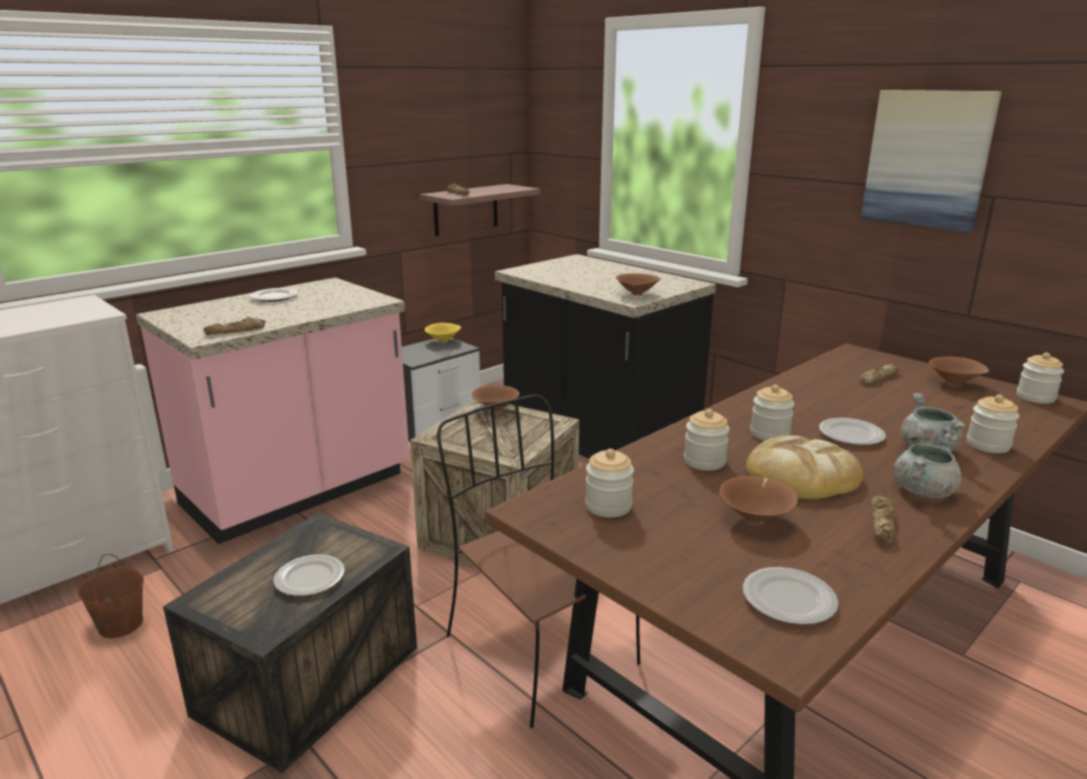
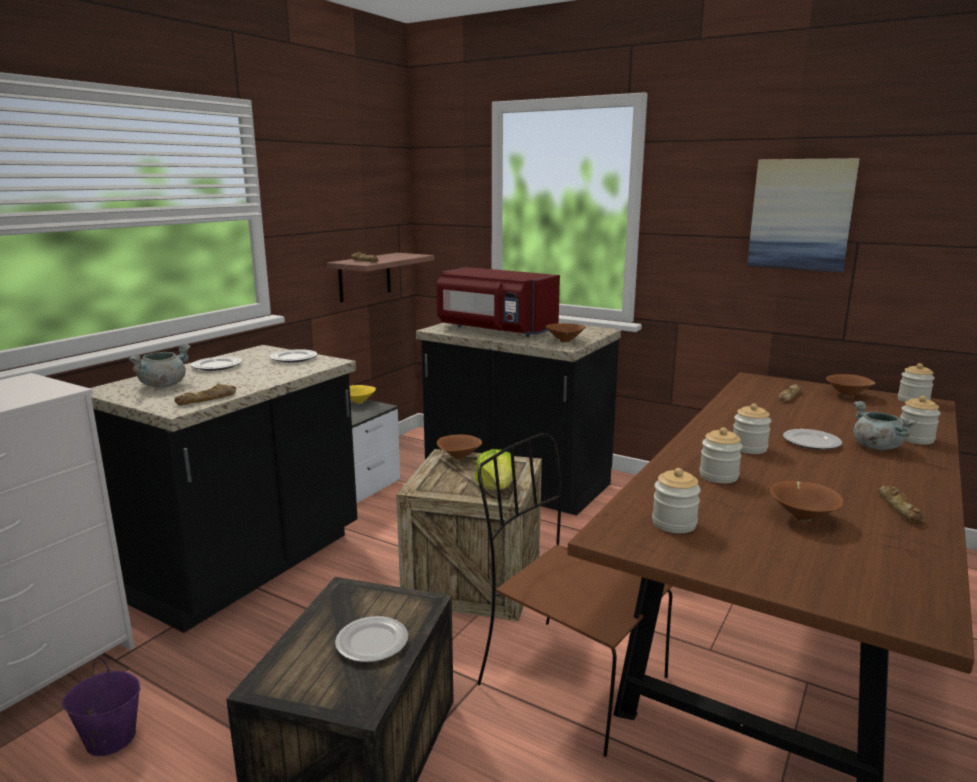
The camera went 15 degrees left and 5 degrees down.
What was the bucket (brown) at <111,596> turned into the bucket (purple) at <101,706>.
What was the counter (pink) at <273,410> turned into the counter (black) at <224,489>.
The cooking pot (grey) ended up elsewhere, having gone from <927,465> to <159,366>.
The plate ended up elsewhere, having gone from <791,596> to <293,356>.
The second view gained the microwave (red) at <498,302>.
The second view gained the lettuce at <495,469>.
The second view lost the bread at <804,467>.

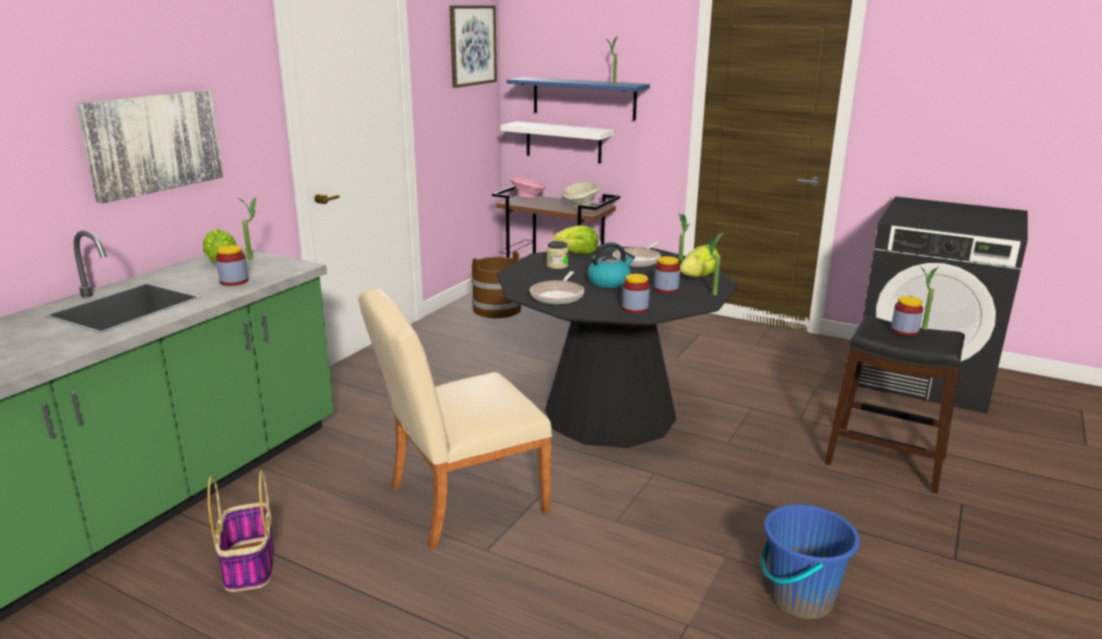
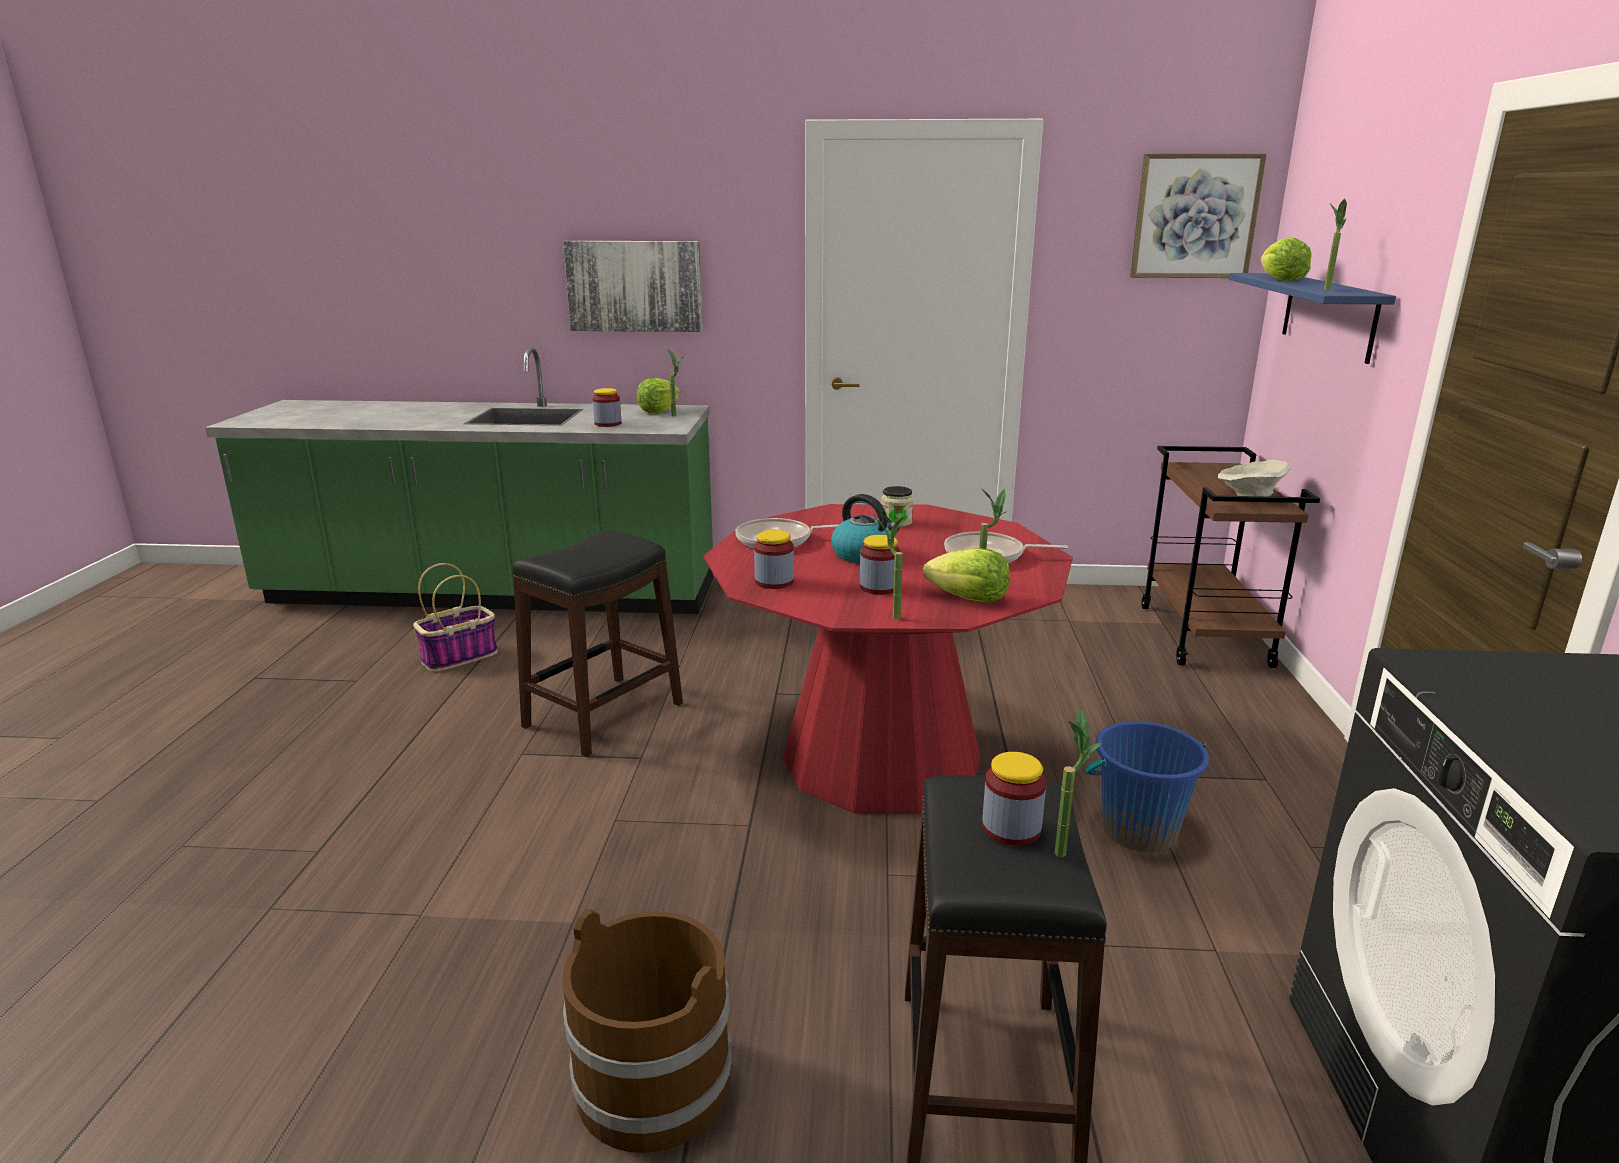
The camera went 65 degrees right and 0 degrees up.
Where the chair (beige) stood at <455,419>, the stool (black) came to stand at <597,643>.
The bucket (brown) ended up elsewhere, having gone from <496,284> to <647,1031>.
What was the dining table (black) at <617,347> turned into the dining table (red) at <888,659>.
The bucket (blue) ended up elsewhere, having gone from <810,561> to <1147,786>.
The lettuce ended up elsewhere, having gone from <575,240> to <1286,259>.
The second view lost the shelf (white) at <557,142>.
The second view lost the bowl (pink) at <528,188>.

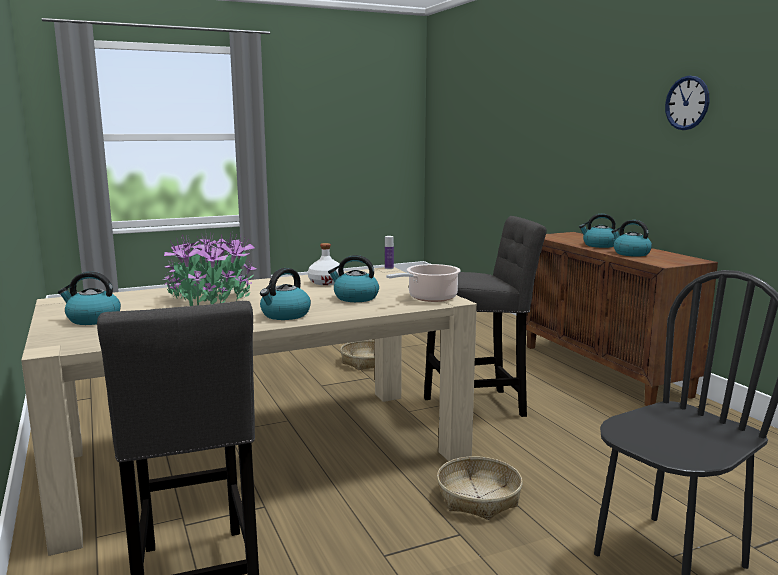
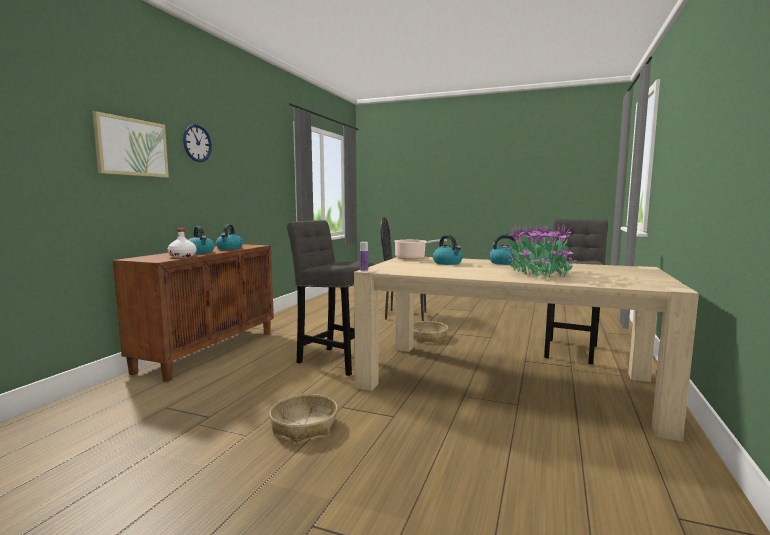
The camera went 135 degrees left and 5 degrees down.
The second view gained the picture at <130,144>.
The bottle (white) ended up elsewhere, having gone from <326,264> to <182,243>.
The second view lost the kettle at <89,298>.

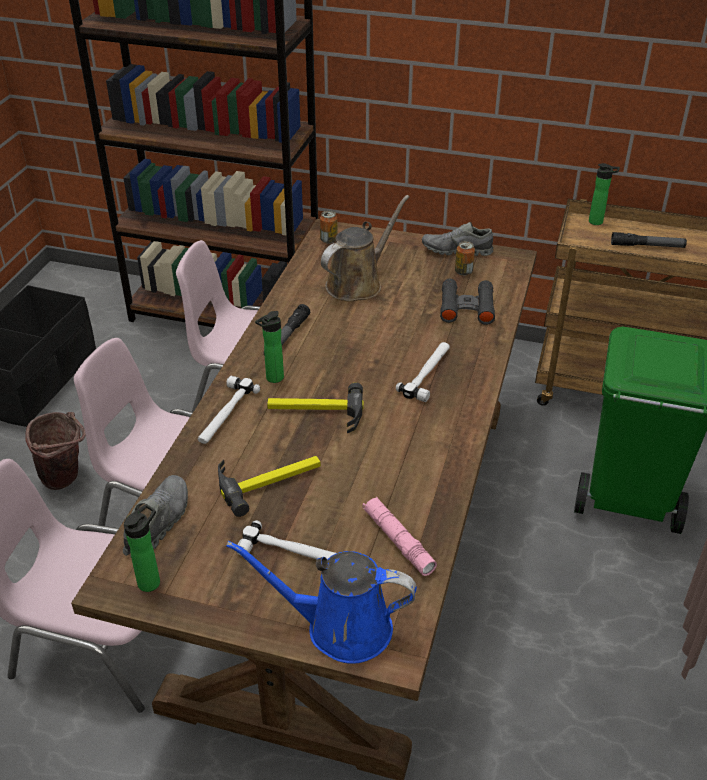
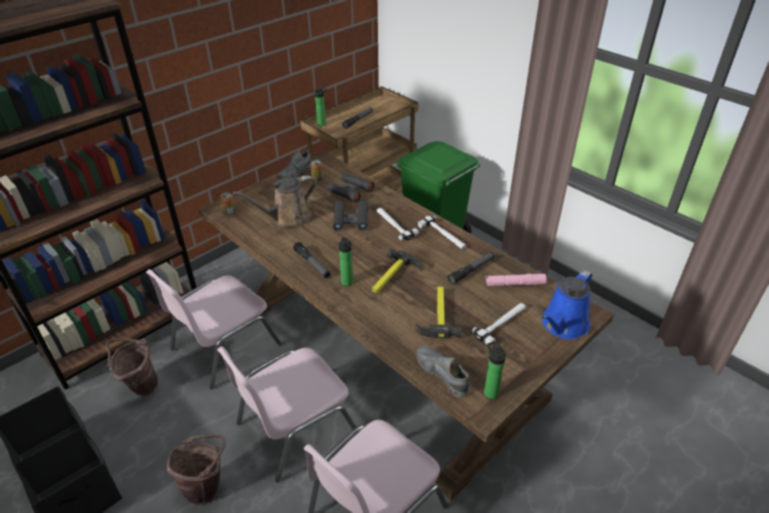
The camera went 60 degrees left and 0 degrees up.
The second view gained the bucket (brown) at <132,367>.
The watering can (brown) at <365,248> ended up facing another way, 105 degrees counterclockwise from before.
The second view gained the binoculars (black) at <351,215>.
The hammer ended up elsewhere, having gone from <229,410> to <442,232>.
The second view gained the flashlight at <471,268>.

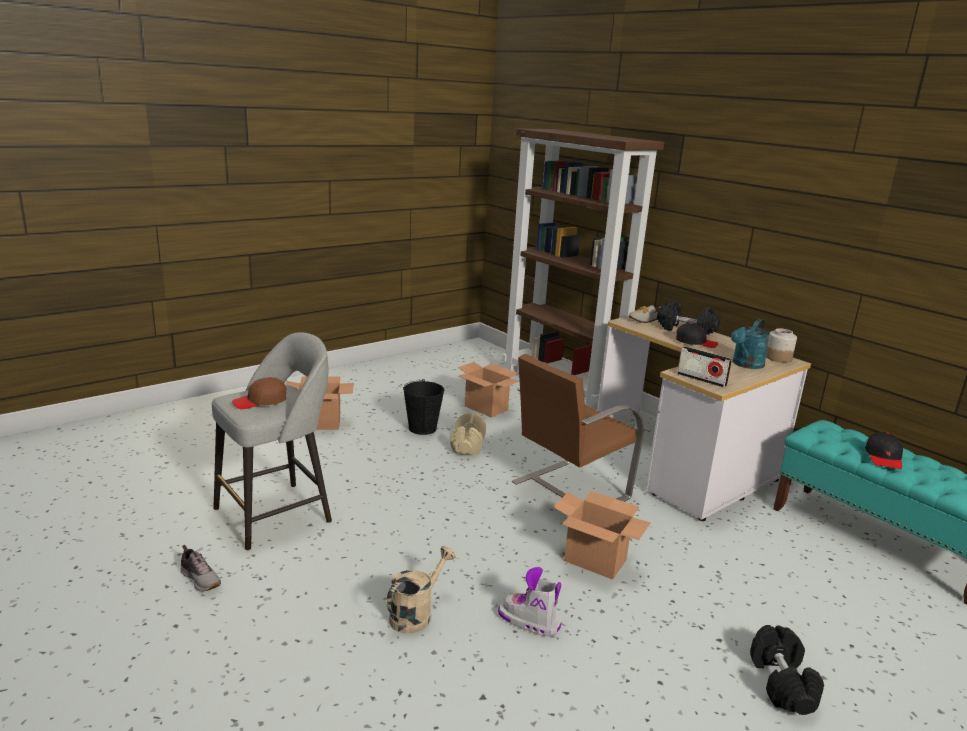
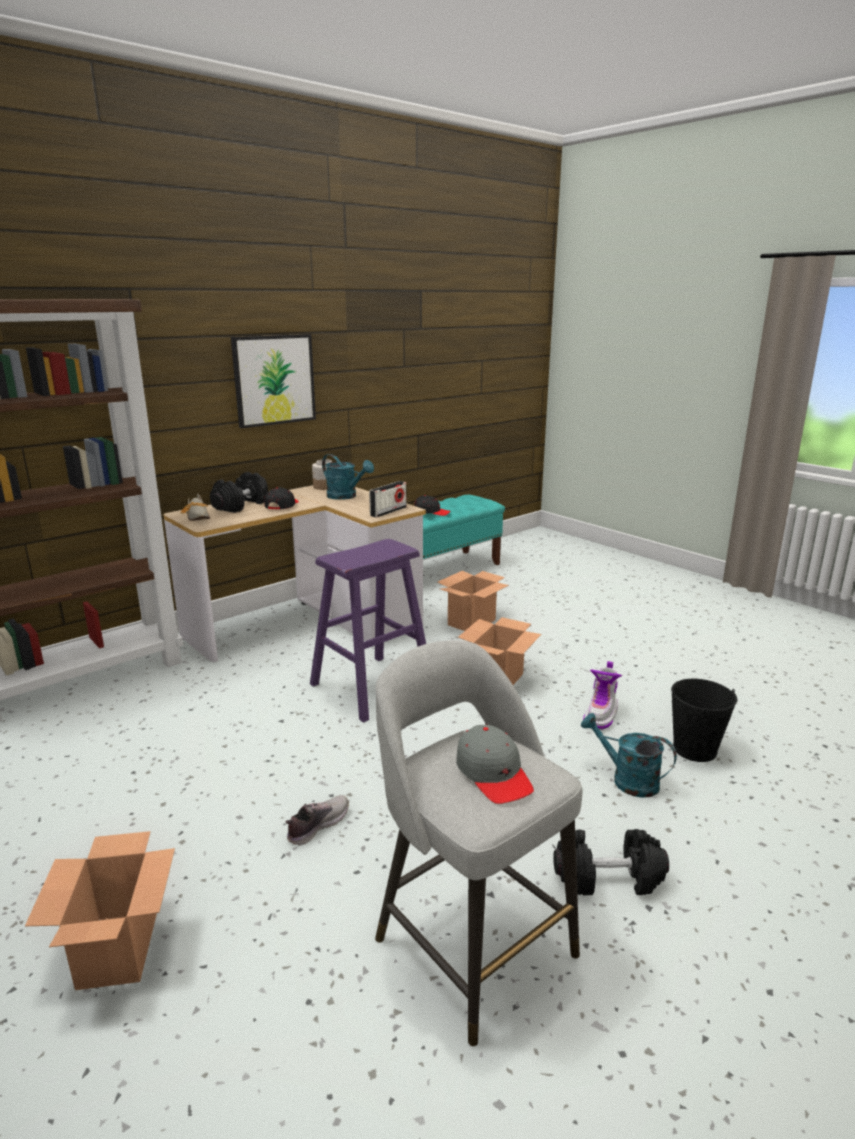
The camera went 90 degrees left and 0 degrees up.
The second view gained the picture at <273,381>.
The shoe ended up elsewhere, having gone from <201,568> to <317,820>.
Where the chair (brown) stood at <578,428>, the stool (purple) came to stand at <368,631>.
The cardboard box ended up elsewhere, having gone from <488,389> to <473,601>.
What was the cap (brown) at <259,393> turned into the cap (grey) at <495,764>.
The dumbbell (black) ended up elsewhere, having gone from <787,670> to <611,862>.
What was the watering can (beige) at <421,590> turned into the watering can (turquoise) at <629,755>.
The bucket (black) ended up elsewhere, having gone from <423,407> to <704,720>.
The second view lost the dumbbell (beige) at <468,433>.

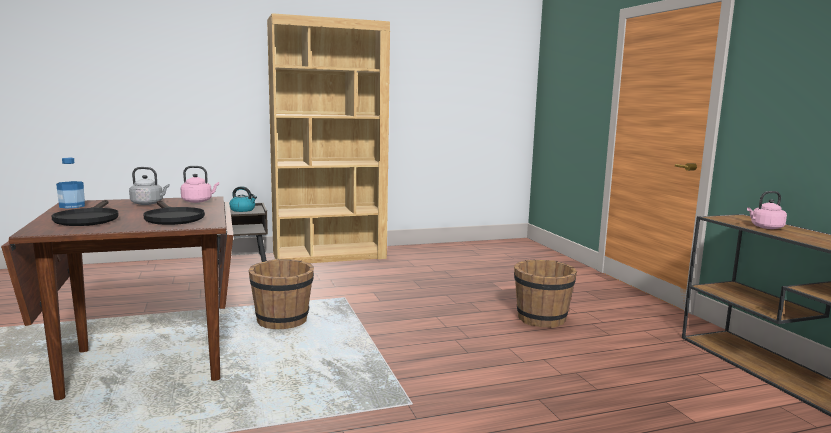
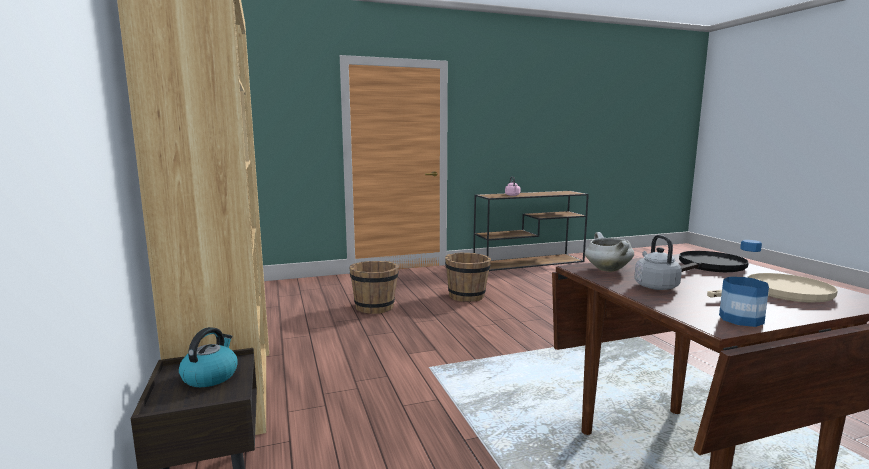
The camera went 90 degrees left and 0 degrees up.
The bucket (brown) ended up elsewhere, having gone from <281,294> to <374,287>.
Where the kettle (pink) stood at <200,184>, the cooking pot (white) came to stand at <609,252>.
What was the frying pan (black) at <85,213> turned into the frying pan (beige) at <772,288>.

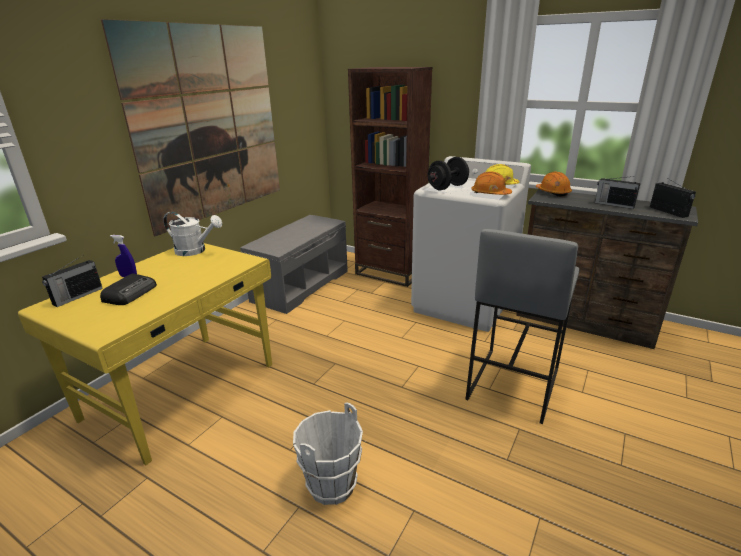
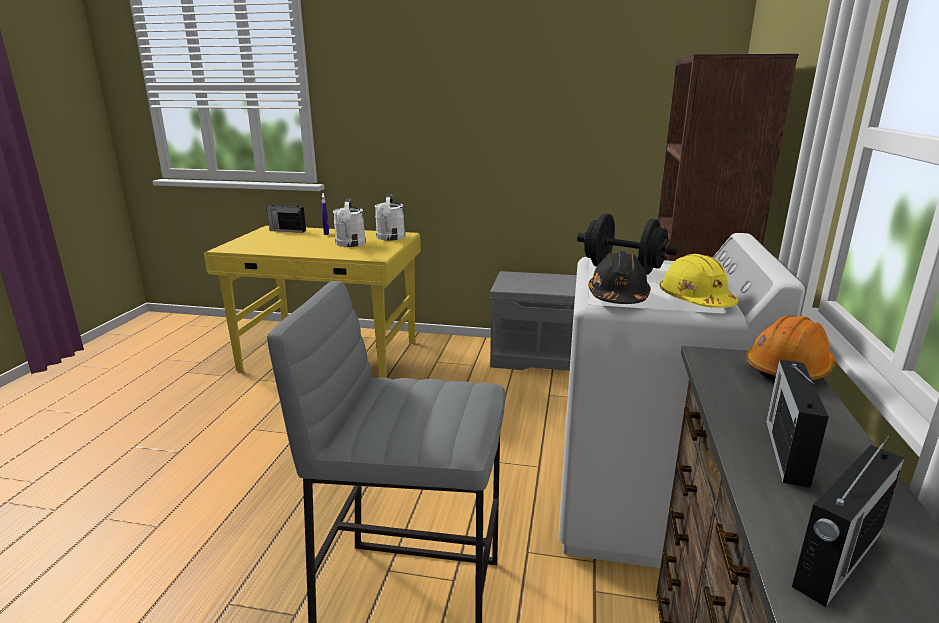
The camera went 70 degrees right and 5 degrees down.
The second view gained the watering can (white) at <349,223>.
What was the hard hat (orange) at <492,183> turned into the hard hat (black) at <619,277>.
The second view lost the radio at <128,289>.
The second view lost the picture at <190,127>.
The second view lost the bucket (white) at <328,454>.

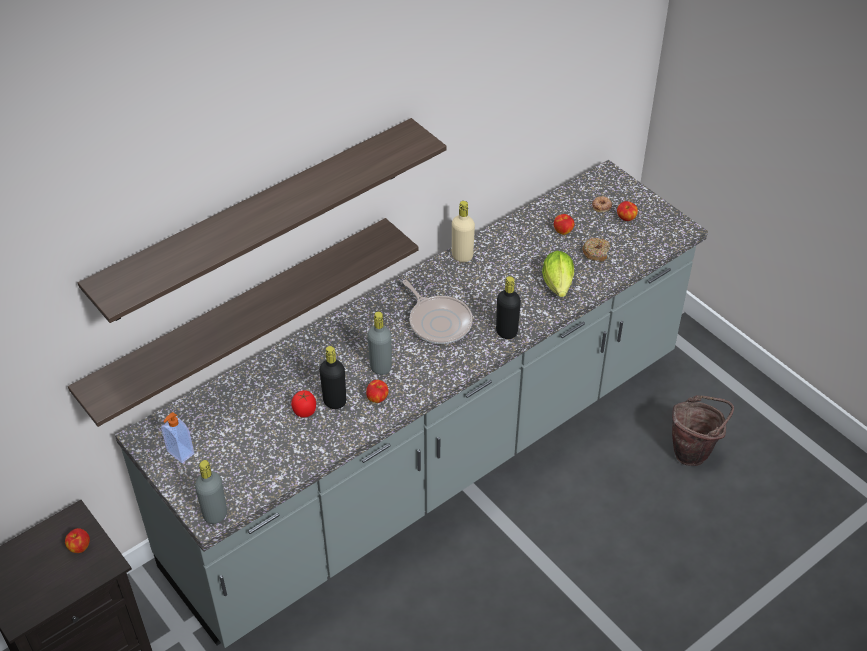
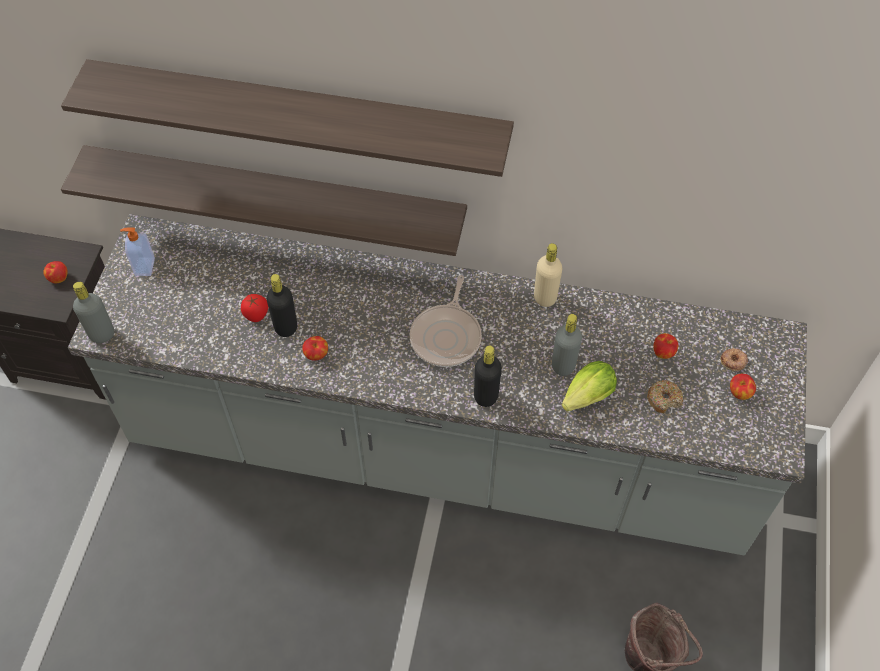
The camera went 50 degrees right and 10 degrees up.
The bottle (grey) ended up elsewhere, having gone from <379,343> to <567,345>.

